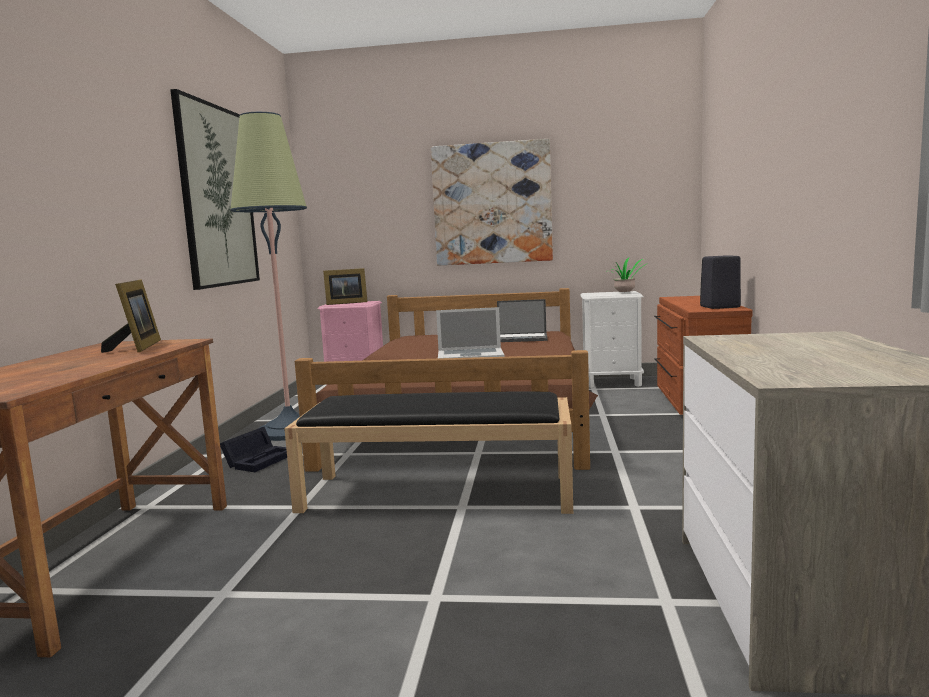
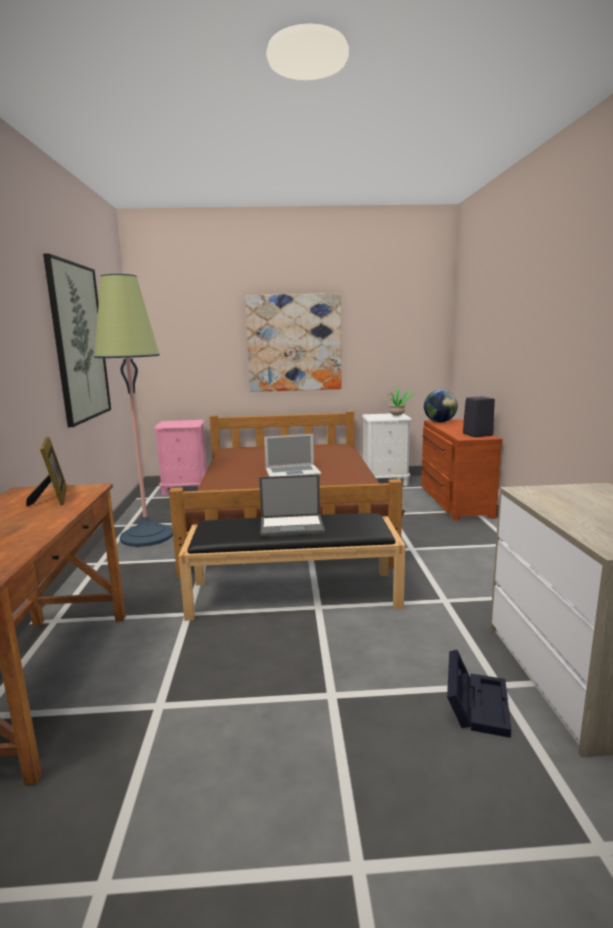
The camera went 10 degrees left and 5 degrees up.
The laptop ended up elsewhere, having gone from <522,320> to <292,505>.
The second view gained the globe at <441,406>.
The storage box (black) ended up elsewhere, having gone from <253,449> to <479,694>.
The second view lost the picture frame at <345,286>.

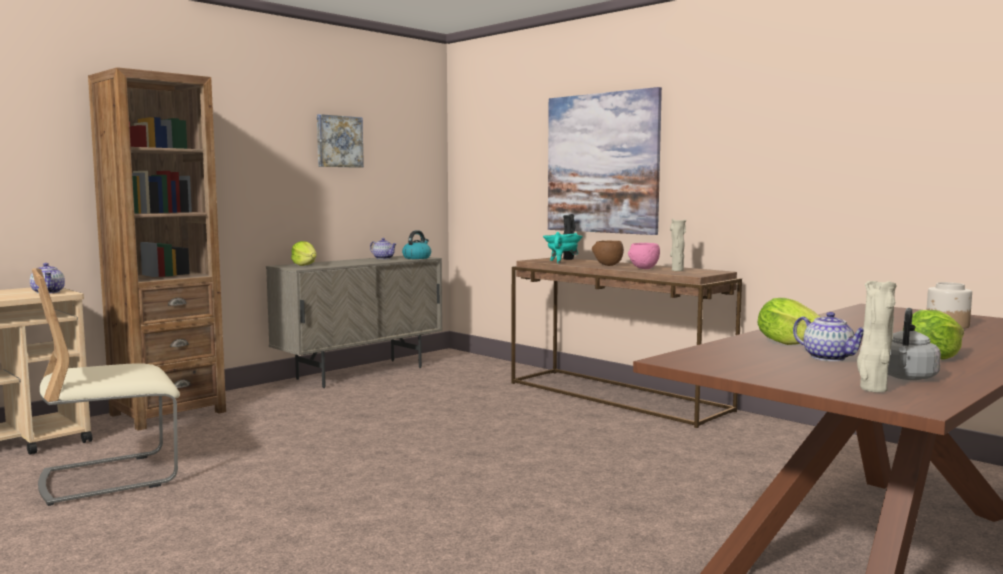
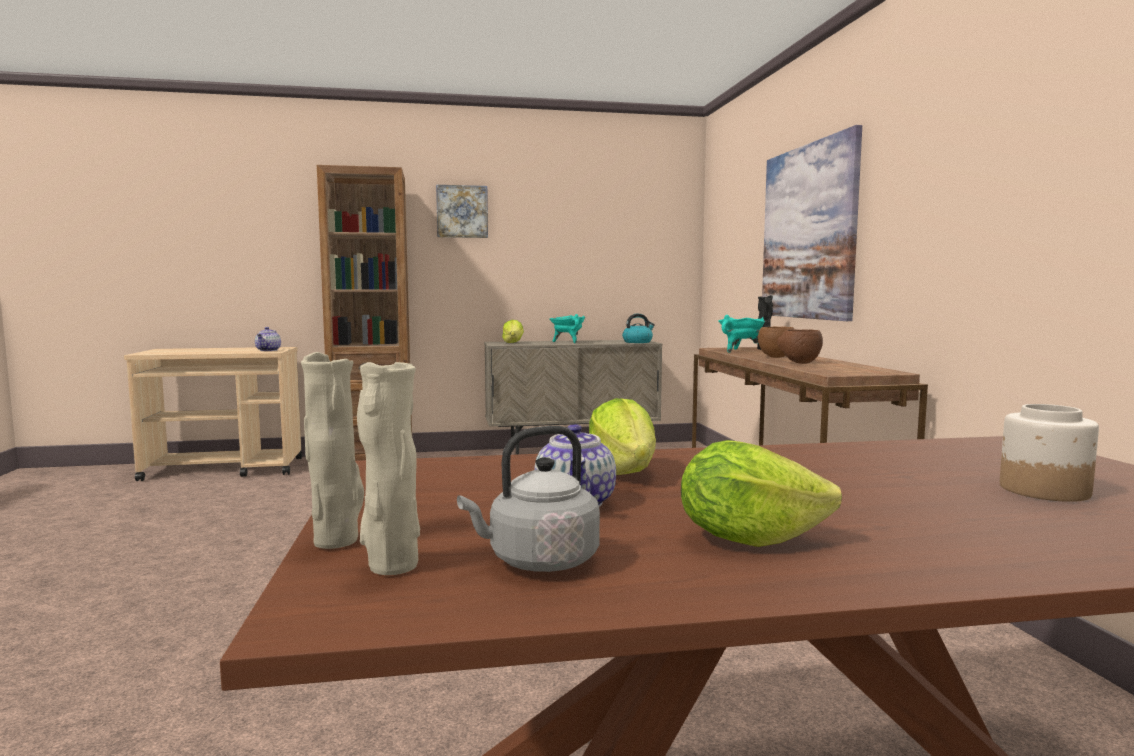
The camera went 35 degrees right and 0 degrees up.
The vase (beige) ended up elsewhere, having gone from <678,244> to <332,450>.
The picture ended up elsewhere, having gone from <340,141> to <462,211>.
The second view gained the cooking pot (turquoise) at <567,328>.
What was the bowl (pink) at <644,256> turned into the bowl (brown) at <800,346>.
The second view lost the chair (beige) at <106,387>.
The second view lost the teapot at <383,248>.

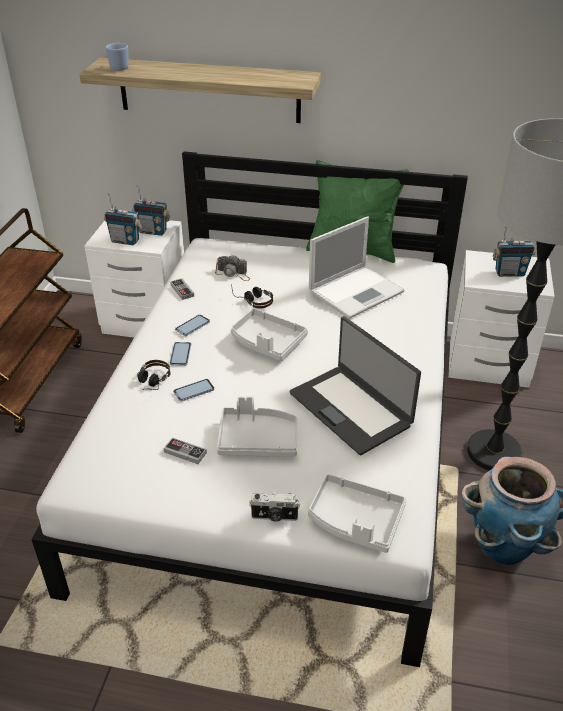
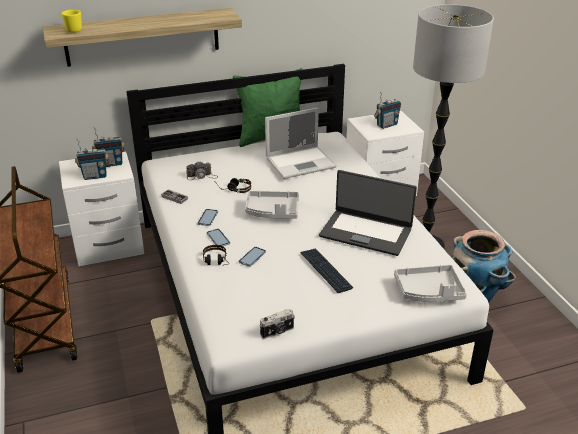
The camera went 30 degrees left and 5 degrees down.
What was the mug (blue) at <117,57> turned into the mug (yellow) at <72,21>.
The photo camera ended up elsewhere, having gone from <274,507> to <277,324>.
The laptop at <357,268> ended up facing another way, 45 degrees clockwise from before.
Where the tray (grey) stood at <257,427>, the keyboard came to stand at <326,270>.
The second view lost the game controller at <185,451>.

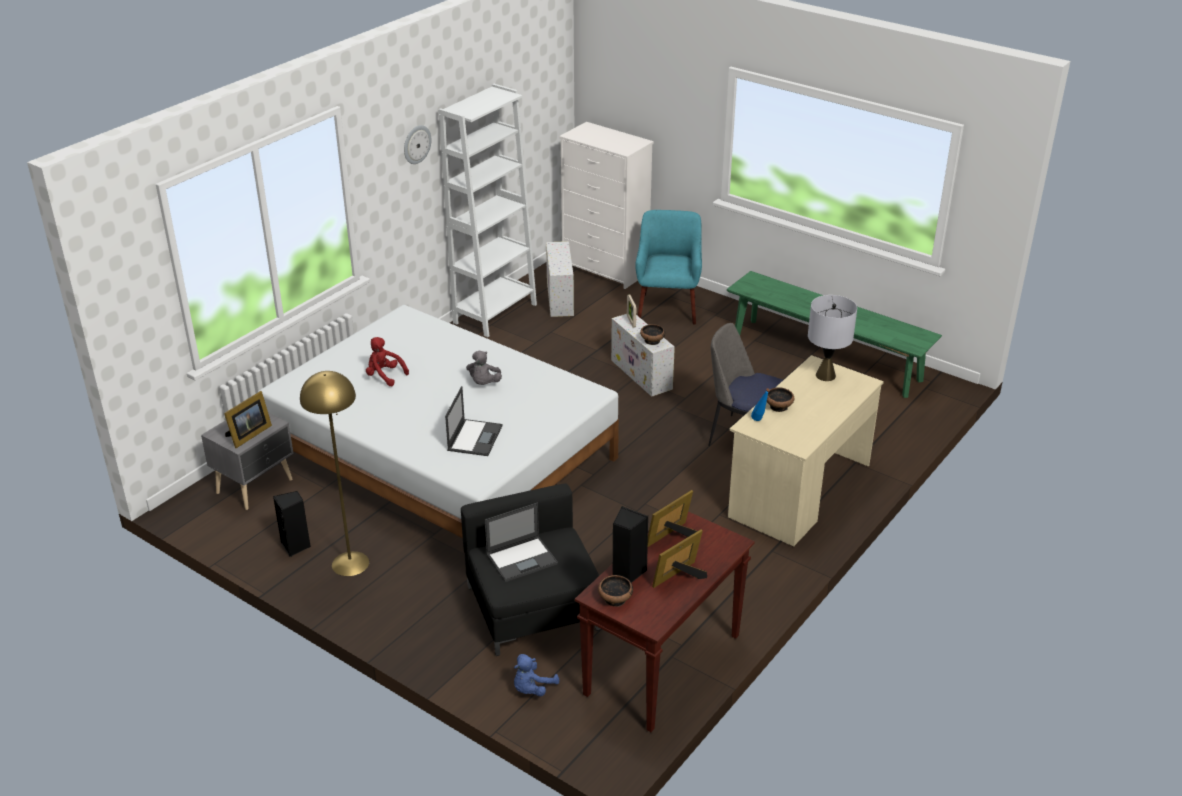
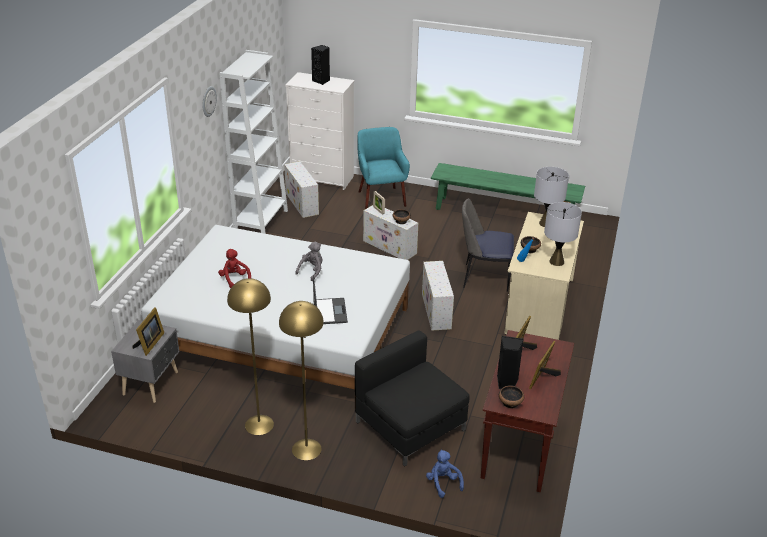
The camera went 20 degrees left and 0 degrees up.
The plush toy (red) at <387,361> ended up facing another way, 45 degrees clockwise from before.
The second view gained the floor lamp (yellow) at <301,380>.
The plush toy (grey) at <484,368> ended up facing another way, 135 degrees counterclockwise from before.
The speaker (black) ended up elsewhere, having gone from <292,524> to <320,65>.
The second view gained the storage box (white) at <438,295>.
The plush toy (blue) at <536,675> ended up facing another way, 135 degrees clockwise from before.
The second view gained the table lamp (grey) at <563,234>.
The second view lost the laptop at <521,542>.

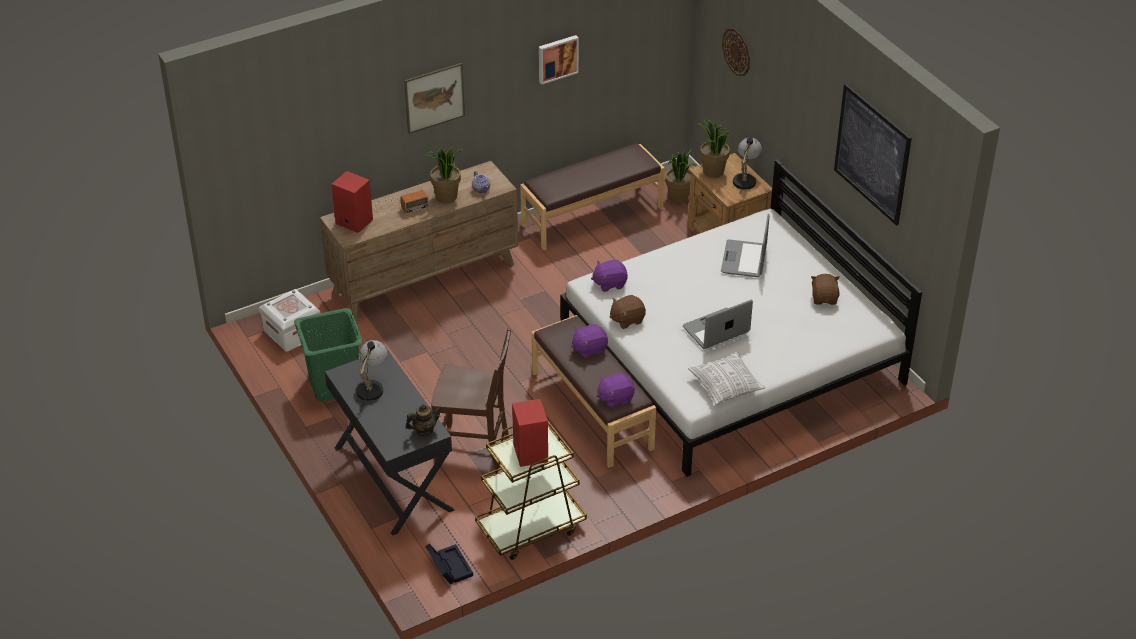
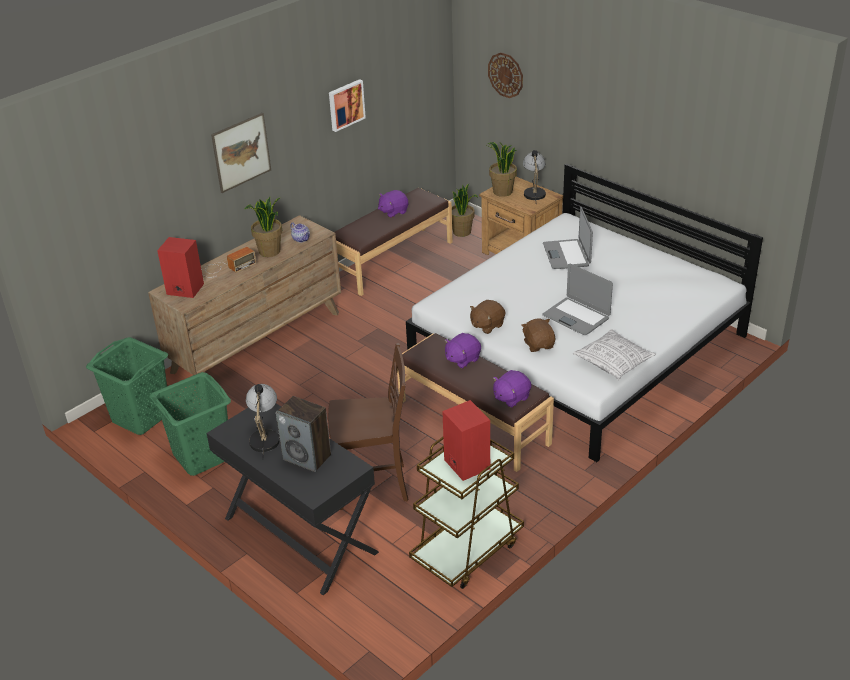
The camera went 15 degrees left and 5 degrees down.
Where the storage box (white) stood at <290,320>, the laundry basket (green) came to stand at <127,386>.
The second view gained the speaker at <303,434>.
The plush toy (purple) ended up elsewhere, having gone from <609,276> to <393,204>.
The plush toy (brown) ended up elsewhere, having gone from <825,289> to <538,335>.
The laptop at <718,324> ended up facing another way, 90 degrees counterclockwise from before.
The second view lost the teapot at <424,420>.
The second view lost the storage box (black) at <449,564>.
The second view lost the picture at <873,155>.

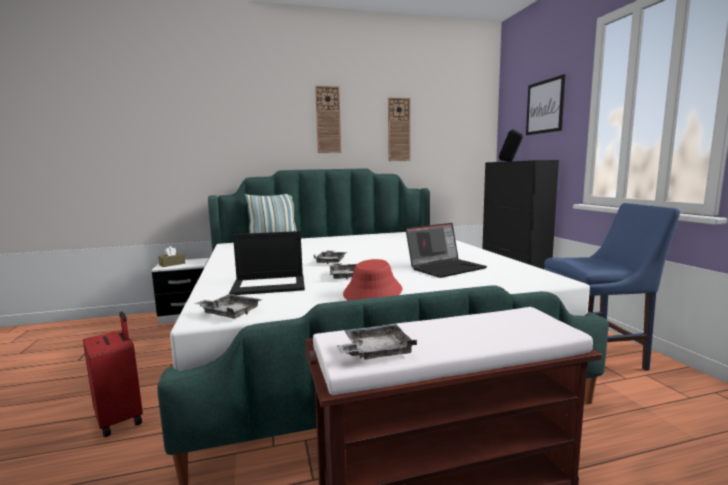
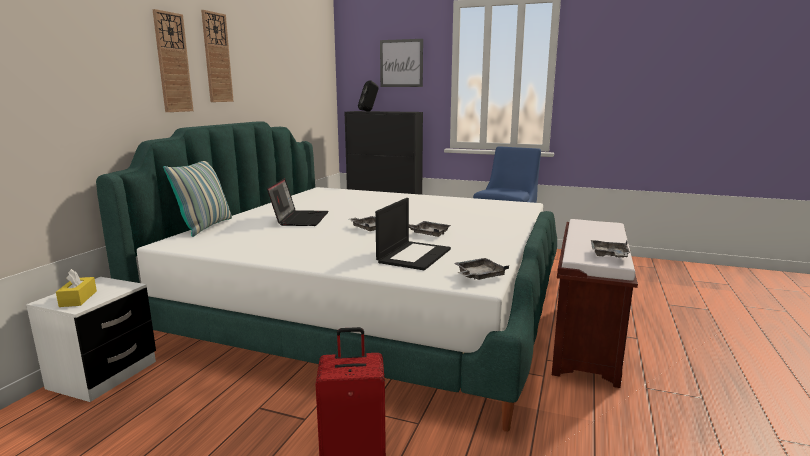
The camera went 55 degrees left and 5 degrees up.
What was the tissue box (brown) at <172,256> turned into the tissue box (yellow) at <76,288>.
The wall clock ended up elsewhere, having gone from <399,129> to <173,60>.
The laptop ended up elsewhere, having gone from <446,250> to <298,202>.
The second view lost the hat (red) at <372,279>.

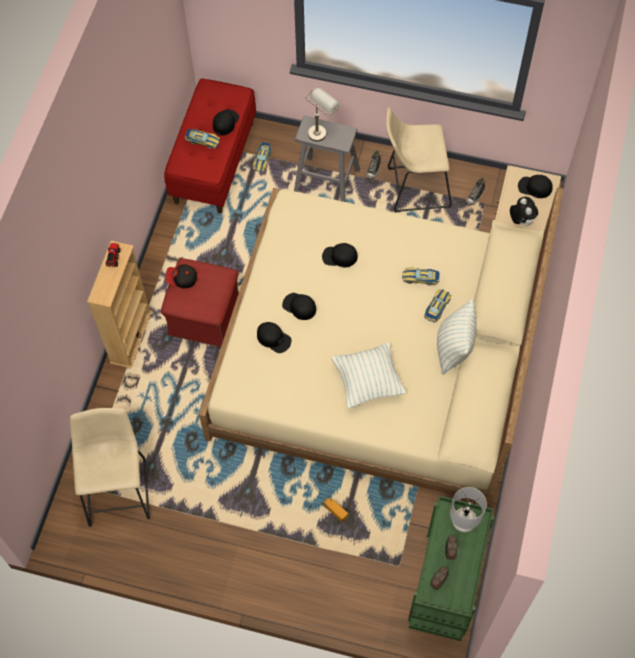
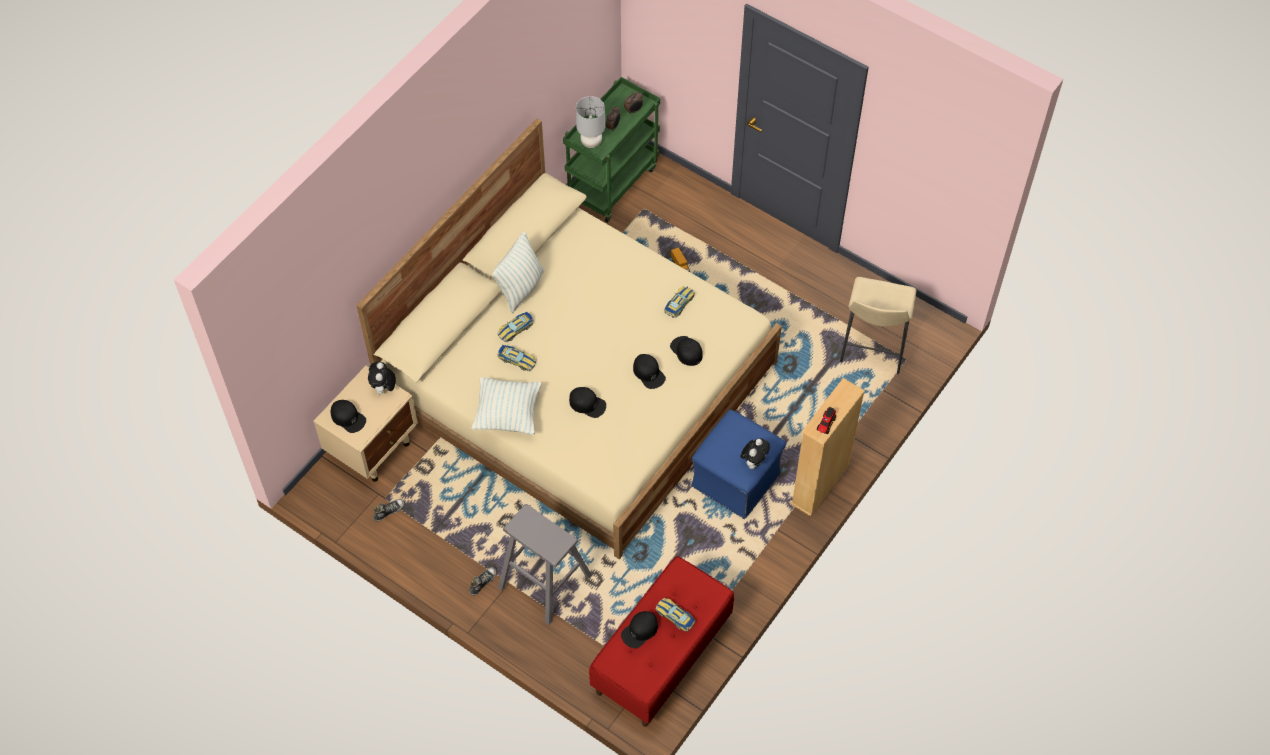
The camera went 160 degrees left and 5 degrees down.
The pillow ended up elsewhere, having gone from <368,375> to <506,406>.
The toy car ended up elsewhere, having gone from <262,157> to <679,302>.
What was the ottoman (red) at <200,302> turned into the ottoman (blue) at <738,464>.
Where the cap stood at <181,276>, the plush toy came to stand at <755,453>.
The second view lost the table lamp (grey) at <322,115>.
The second view lost the stool (beige) at <419,159>.

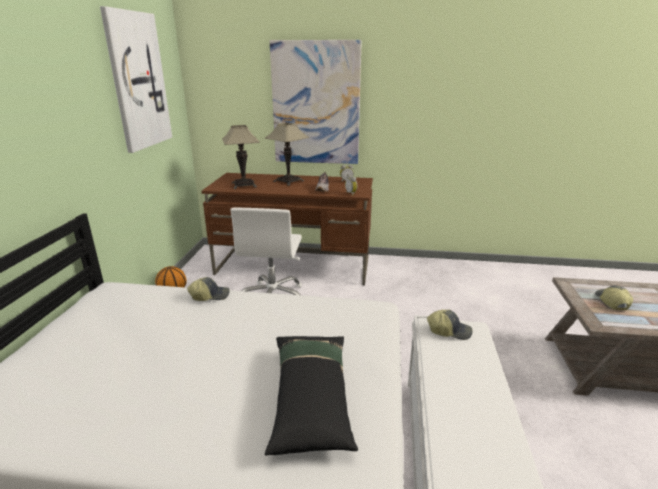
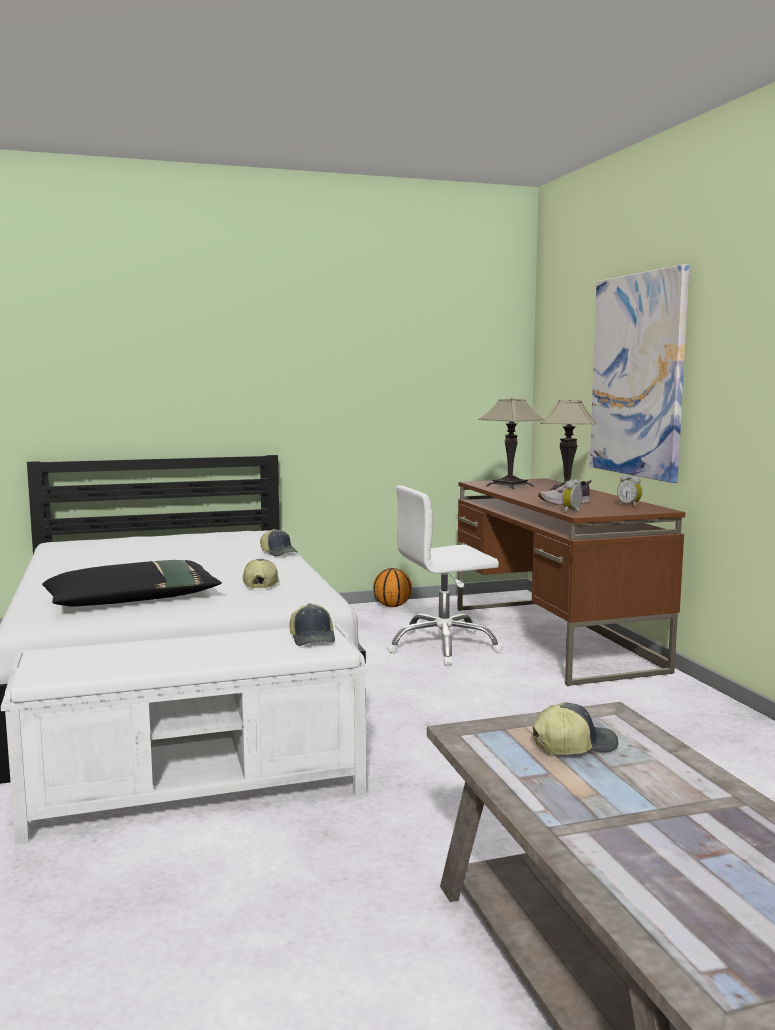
The camera went 65 degrees right and 15 degrees down.
The second view gained the cap at <260,573>.
The second view lost the picture at <136,79>.

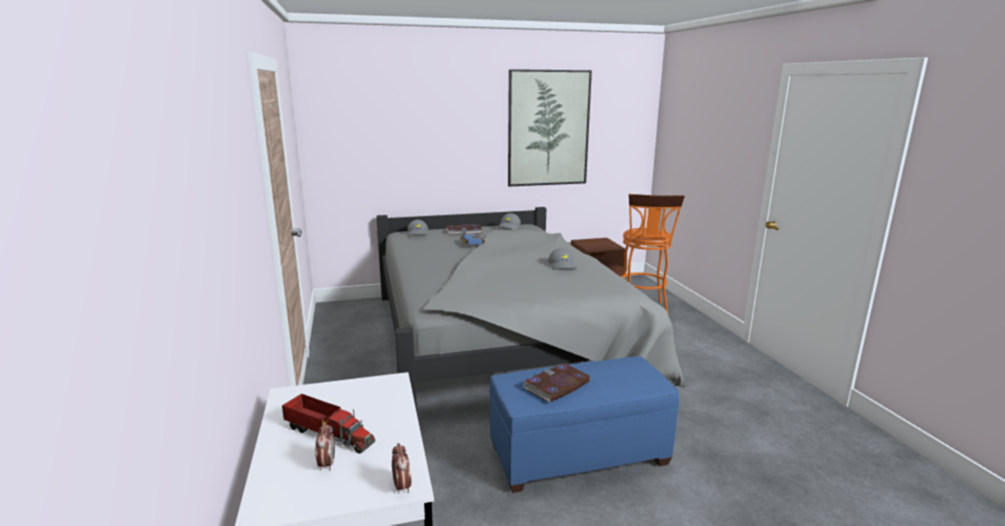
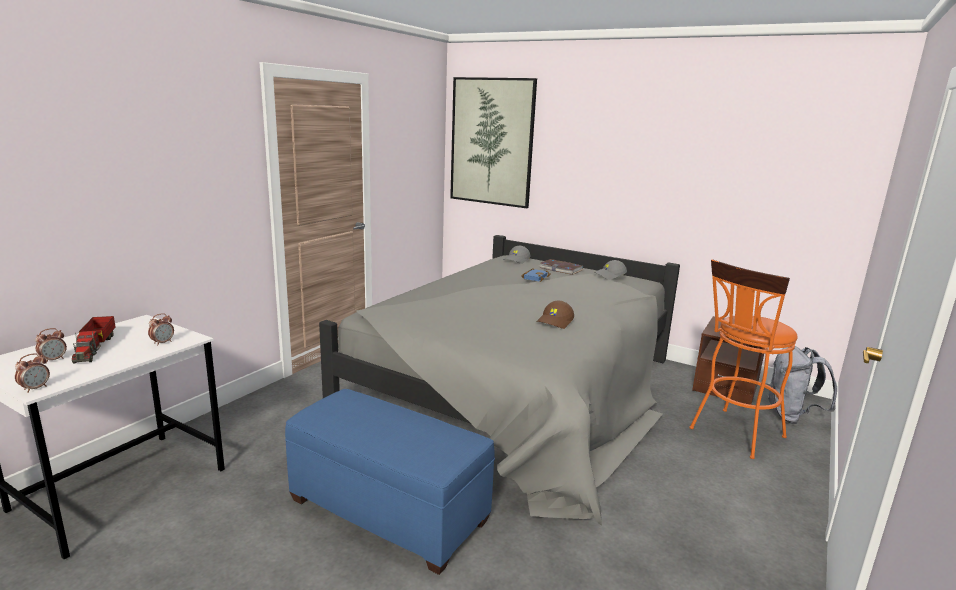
The camera went 45 degrees right and 0 degrees up.
The second view gained the alarm clock at <161,329>.
The picture ended up elsewhere, having gone from <550,127> to <493,142>.
What was the cap (grey) at <562,259> turned into the cap (brown) at <555,315>.
The second view gained the backpack (grey) at <802,385>.
The second view lost the book at <557,382>.

